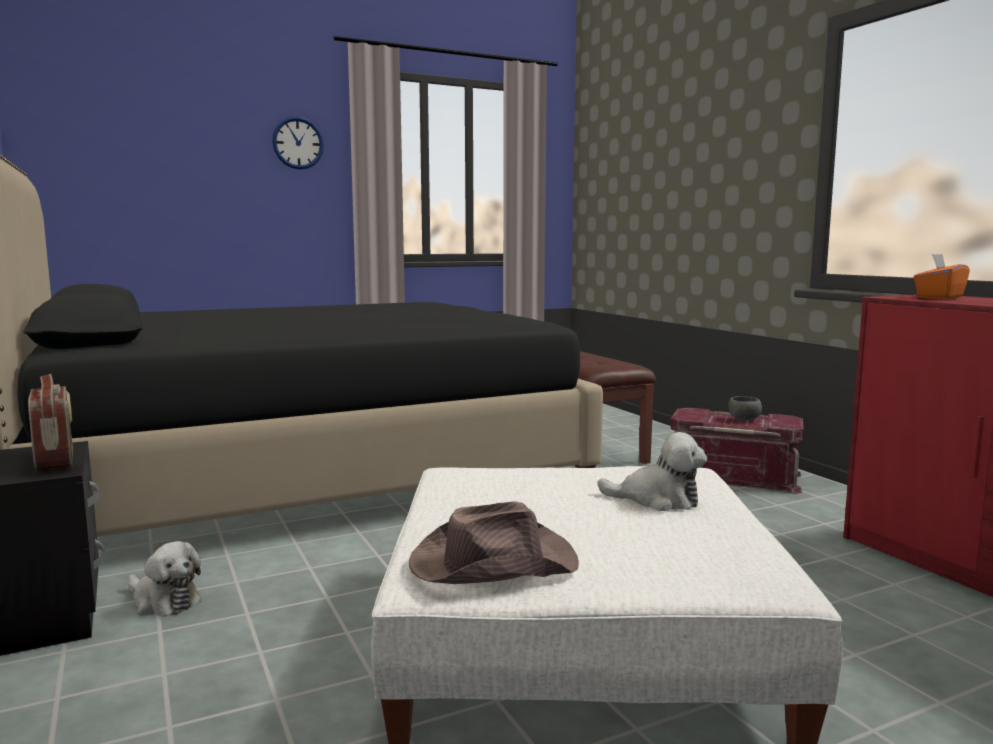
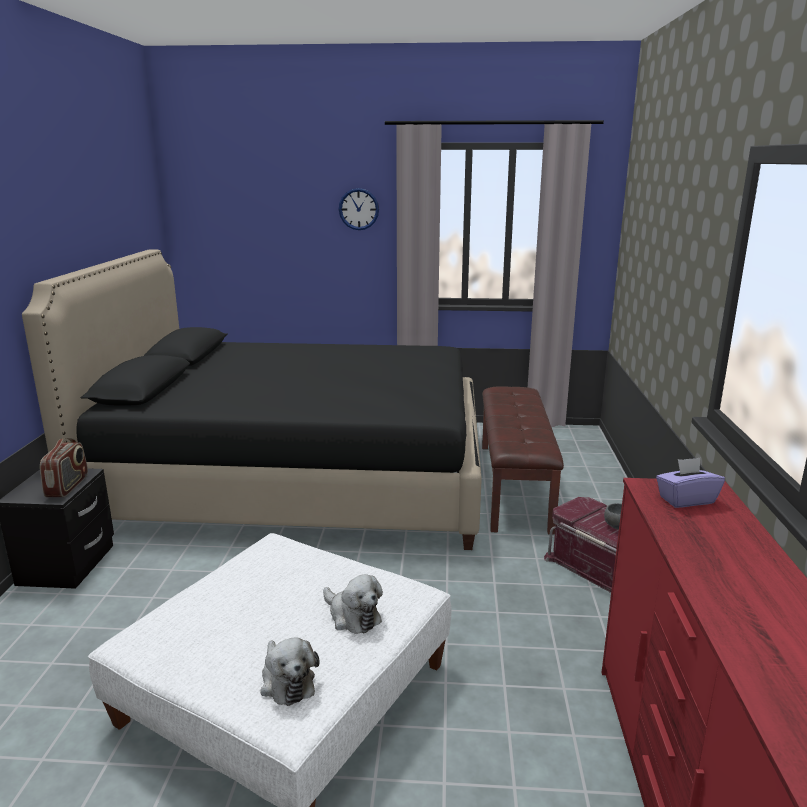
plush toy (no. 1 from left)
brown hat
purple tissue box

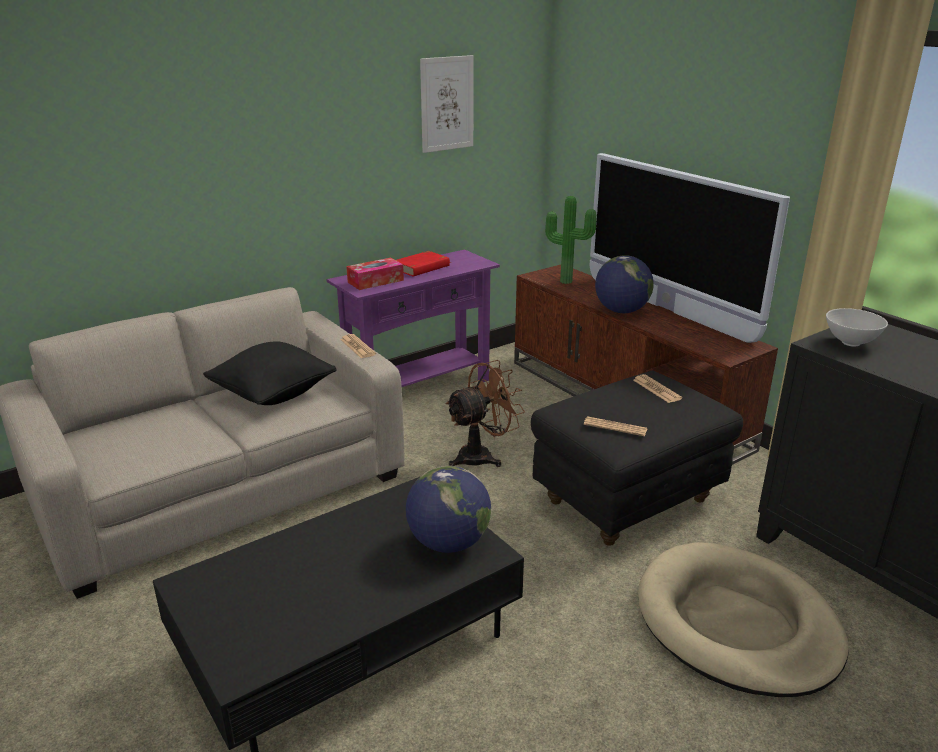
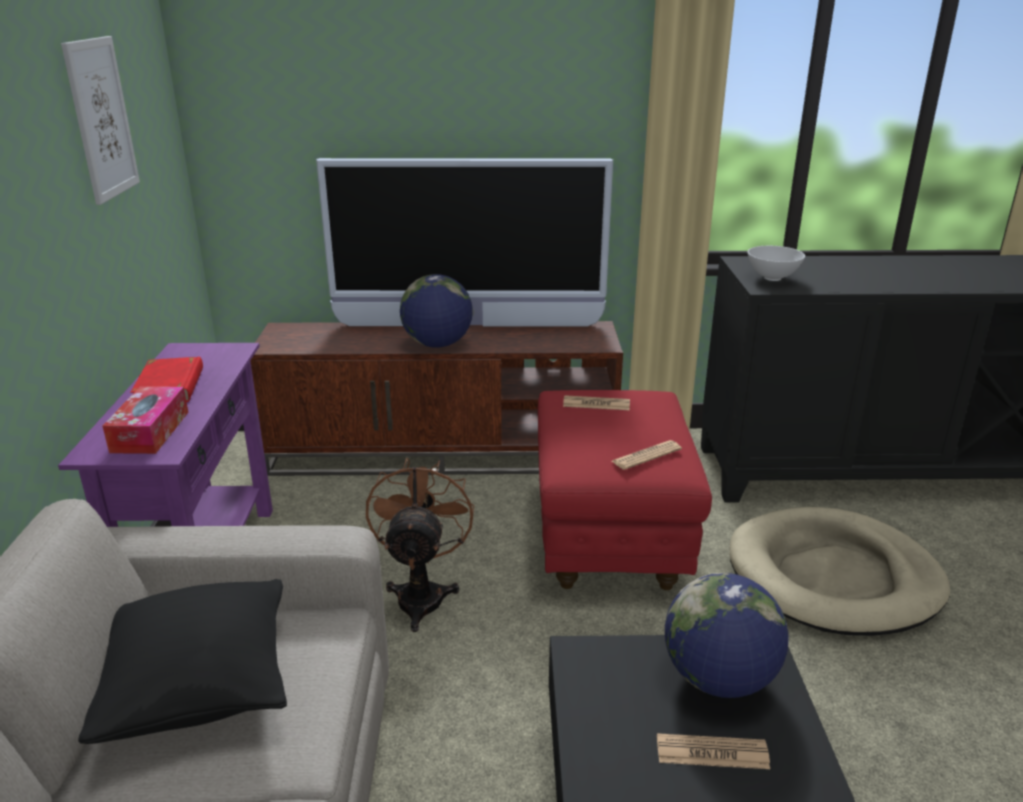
newspaper (no. 3 from left)
red ottoman
potted plant

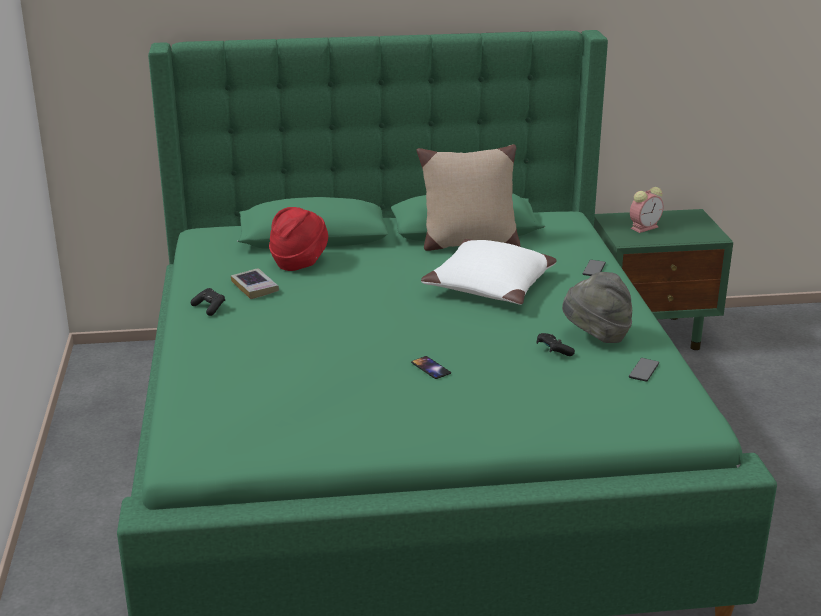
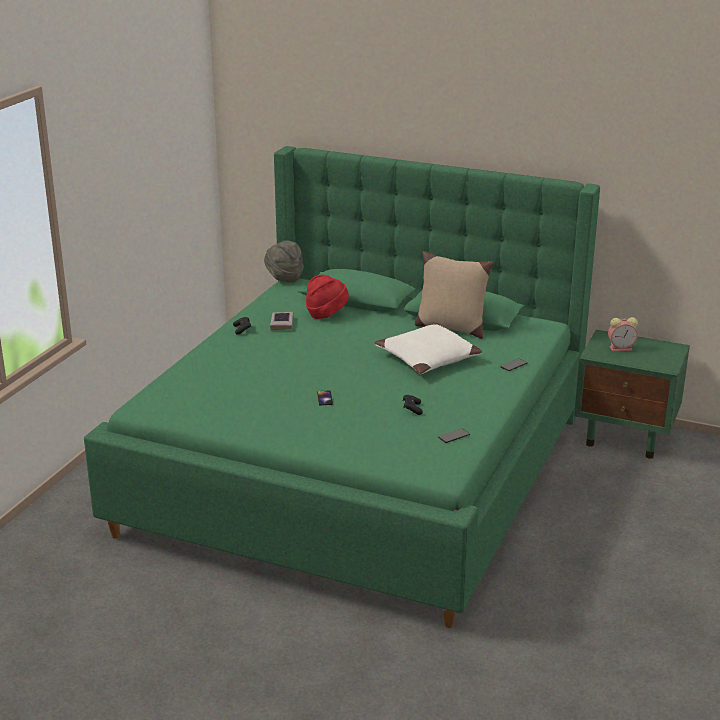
grey hat

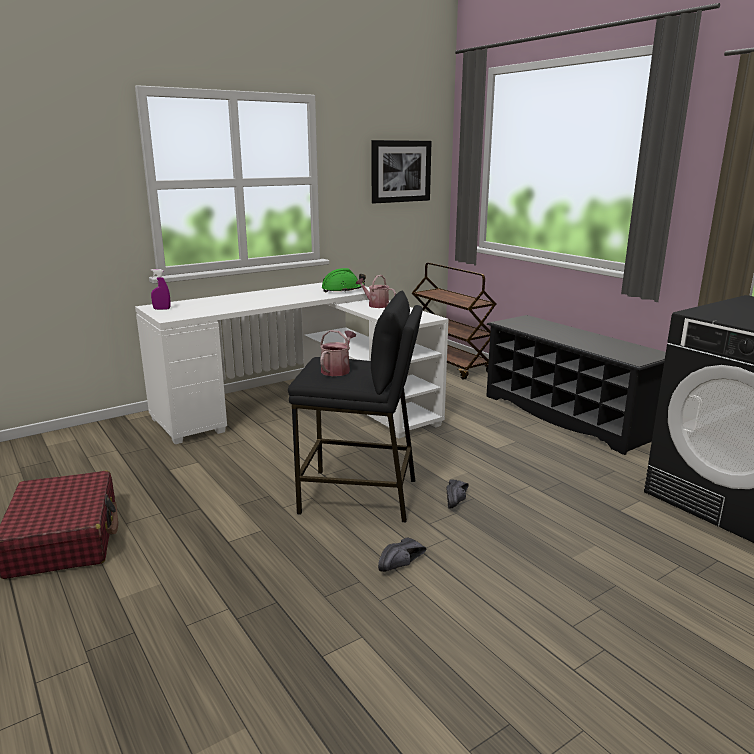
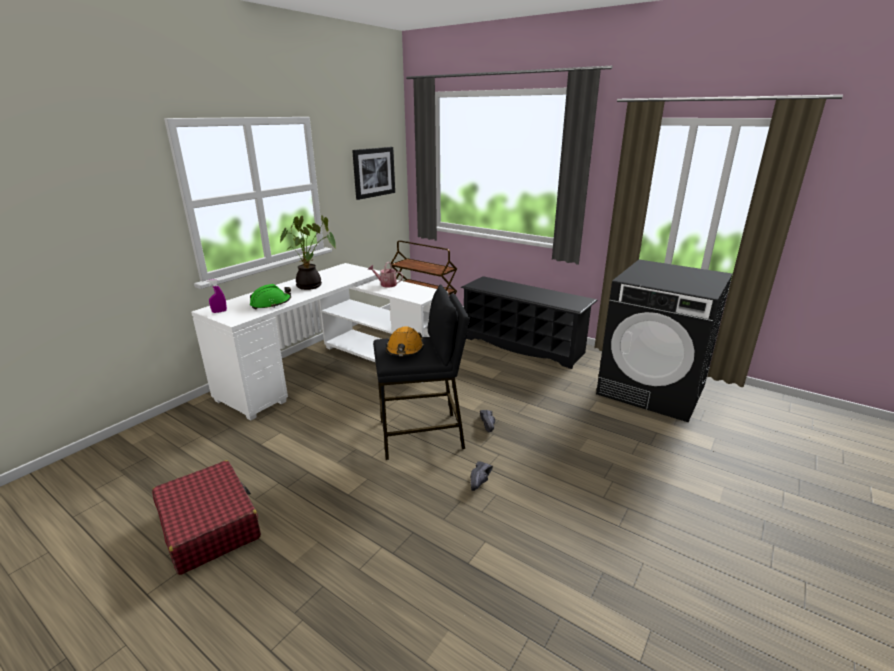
orange hard hat
green hard hat
potted plant

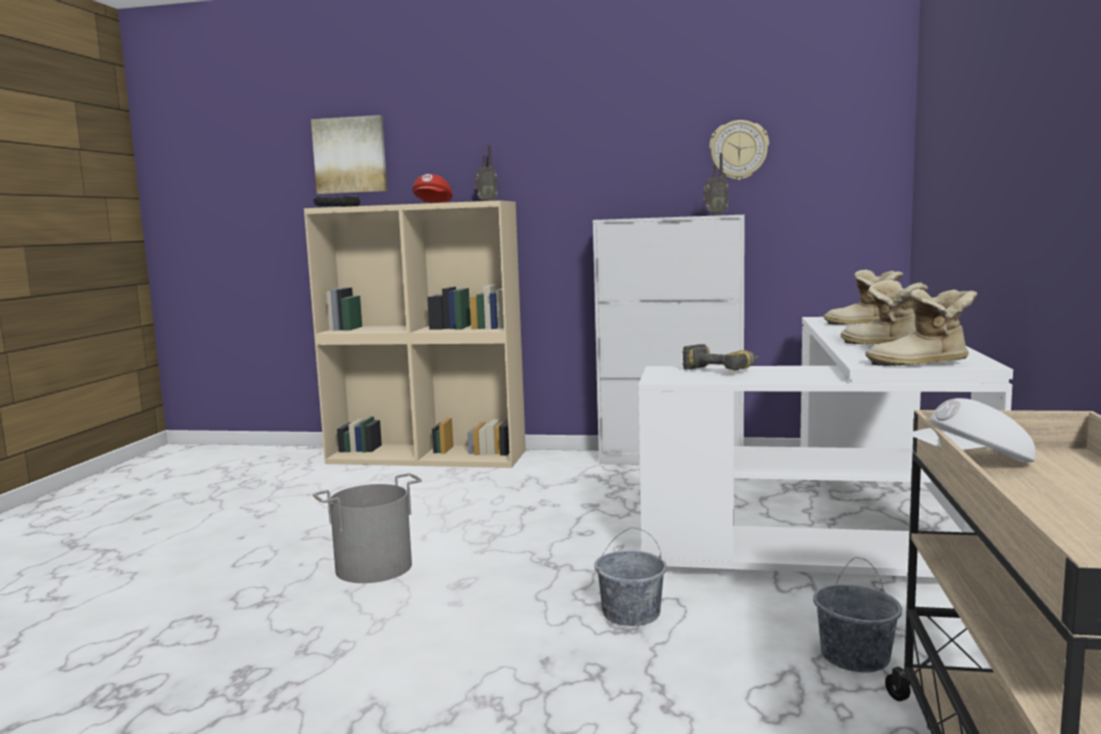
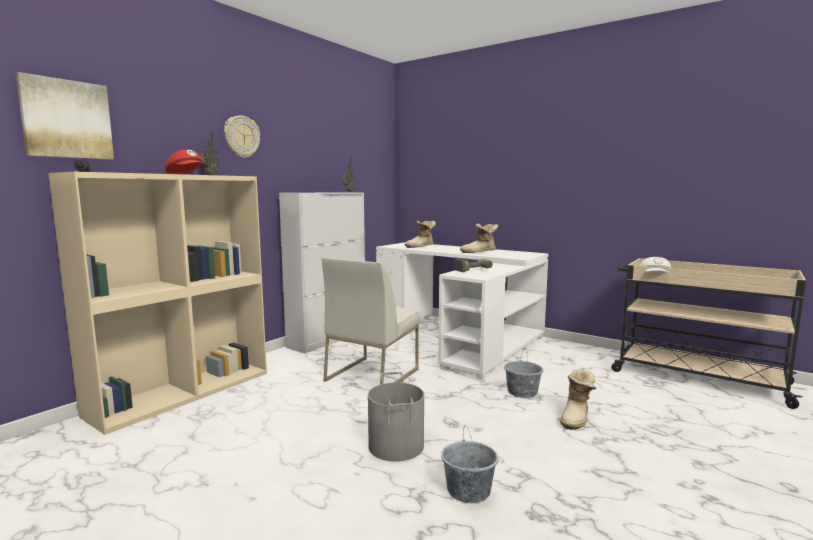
wall clock
grey bucket (no. 2 from left)
boot (no. 3 from left)
white chair

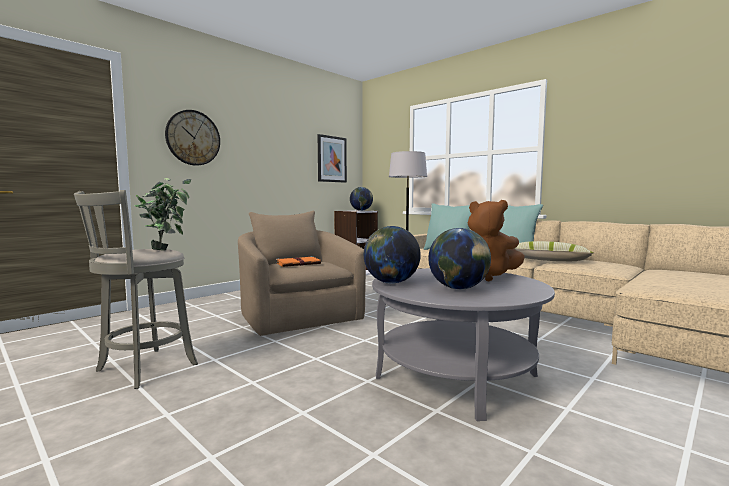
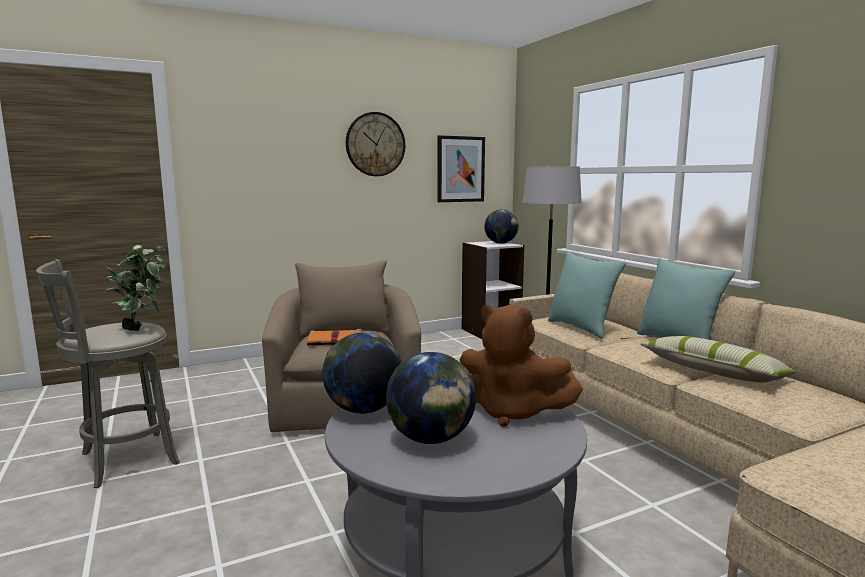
wall clock

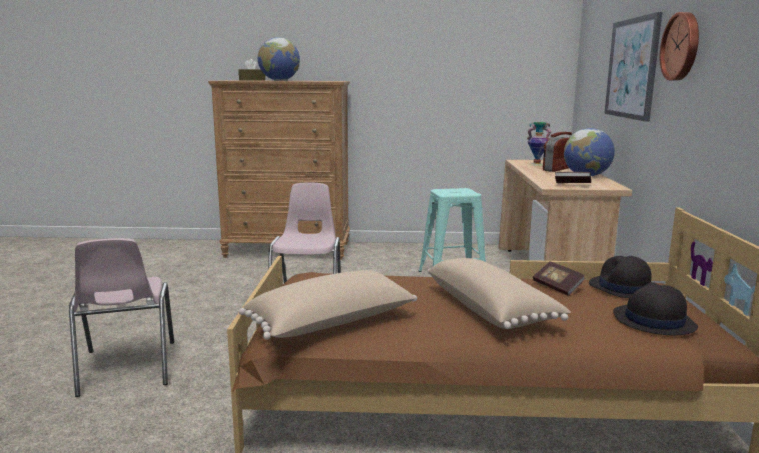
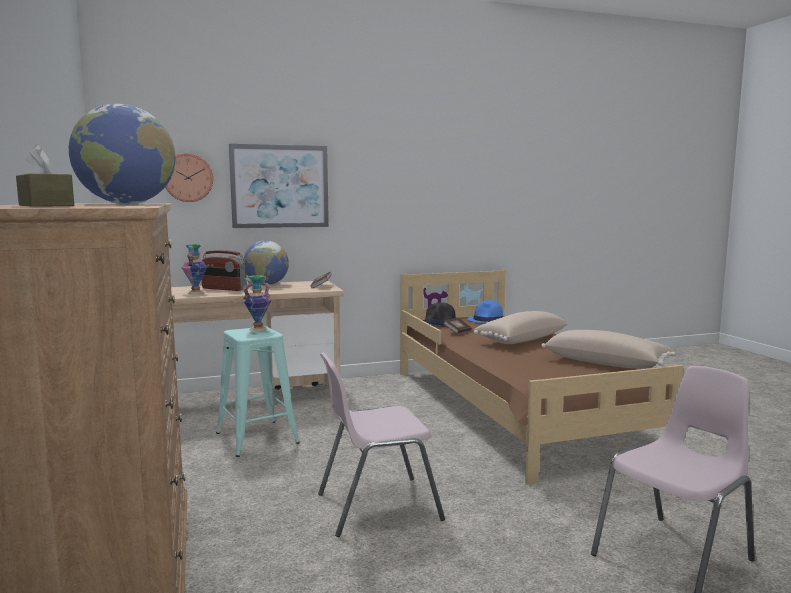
blue hat
wall clock
vase (no. 2 from left)

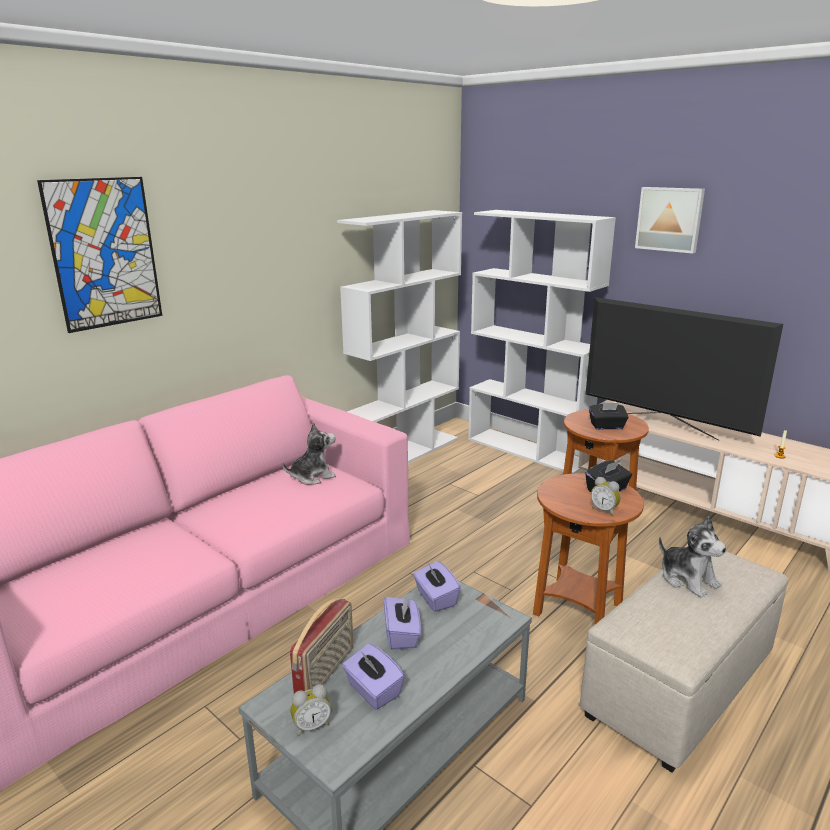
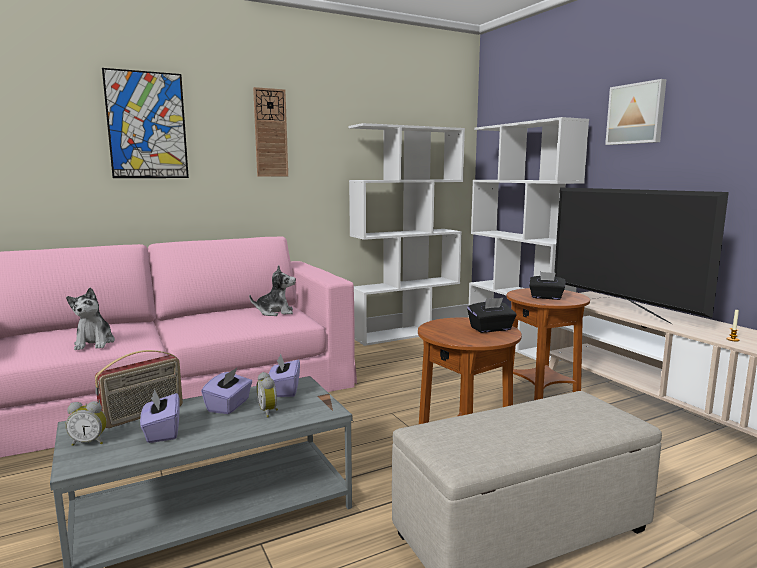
alarm clock (no. 2 from left)
plush toy (no. 1 from left)
wall clock

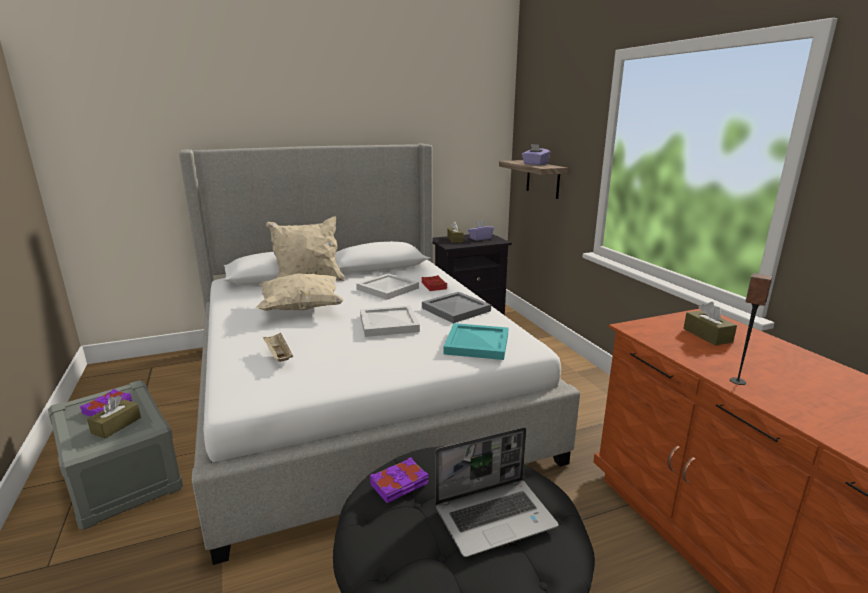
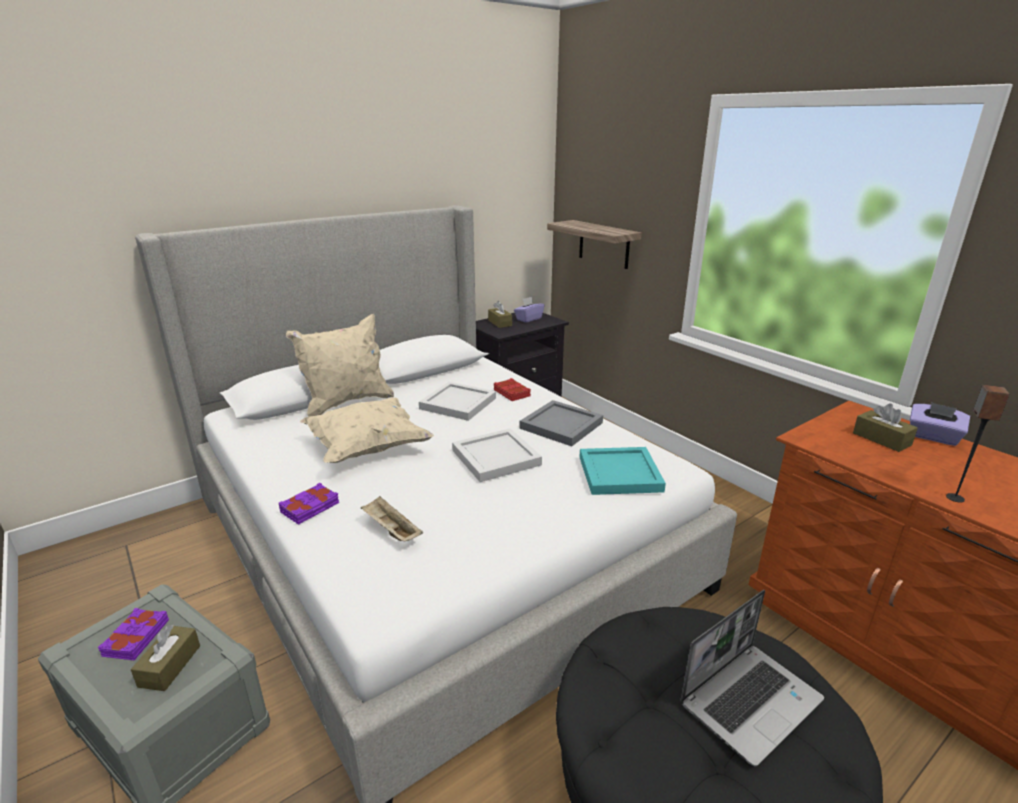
purple book (no. 2 from left)
purple tissue box (no. 2 from left)

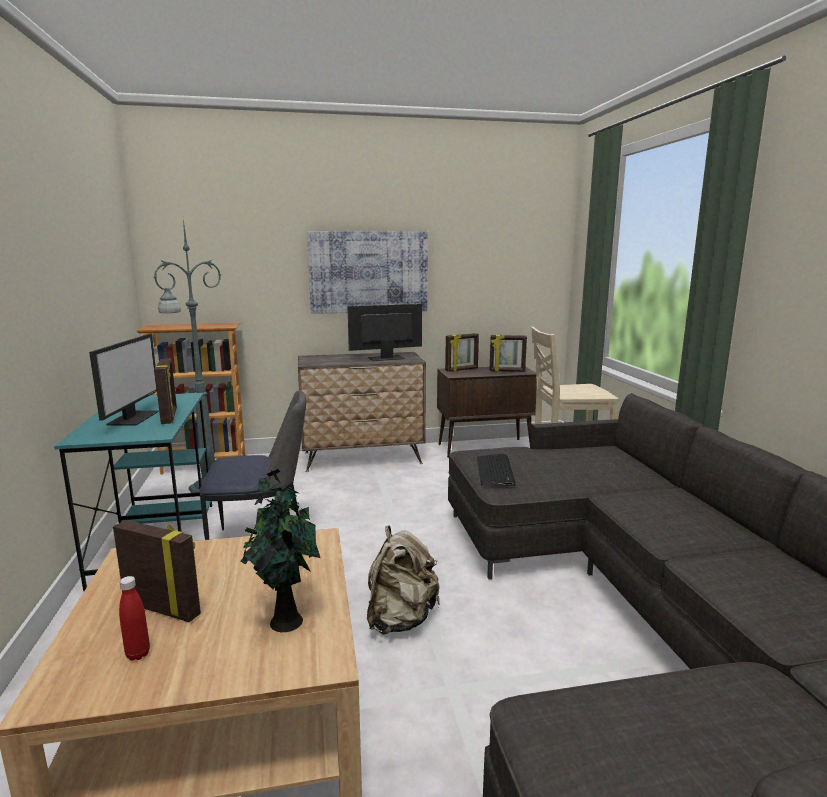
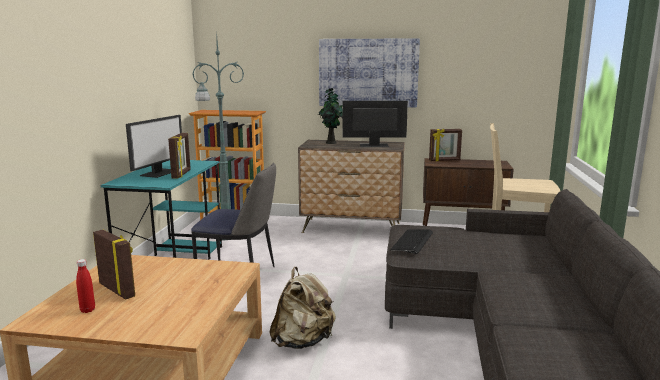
potted plant
picture frame (no. 4 from left in the first image)

